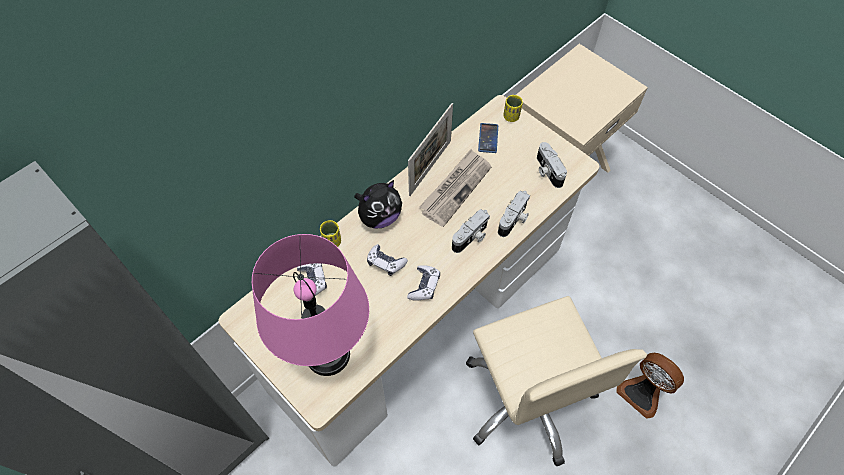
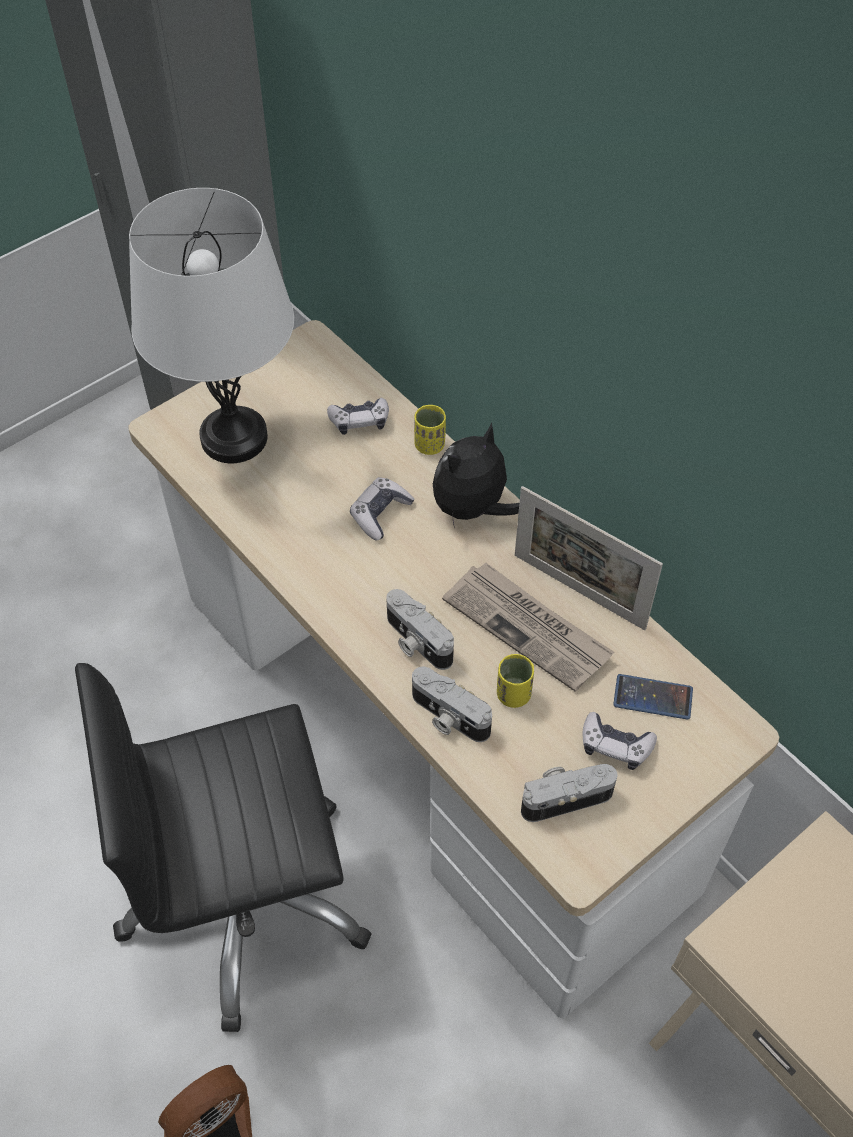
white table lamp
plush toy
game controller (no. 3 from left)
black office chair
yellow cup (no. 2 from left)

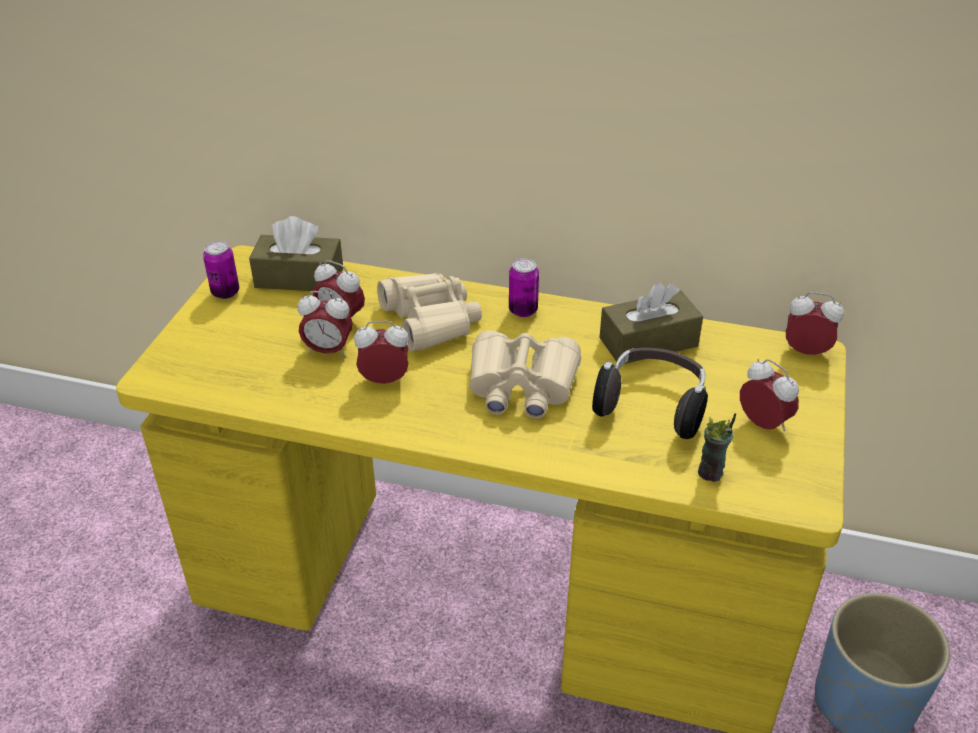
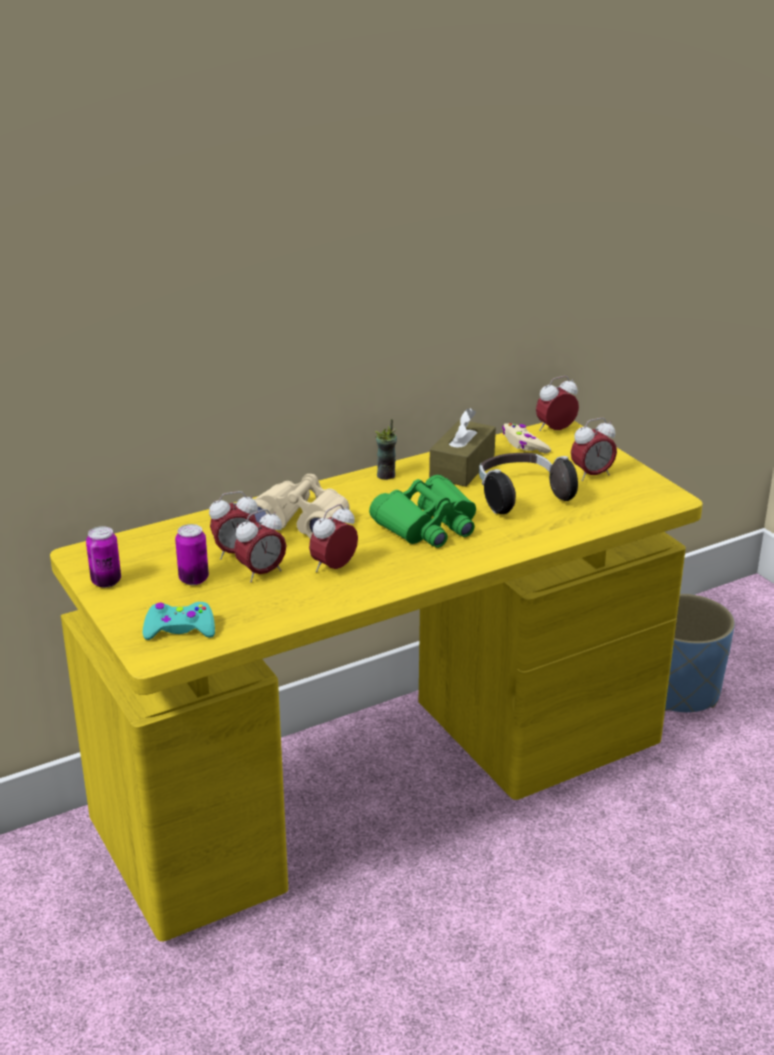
brown tissue box (no. 1 from left in the first image)
green binoculars
can (no. 2 from left)
cup
alarm clock (no. 5 from left)
turquoise game controller
beige game controller

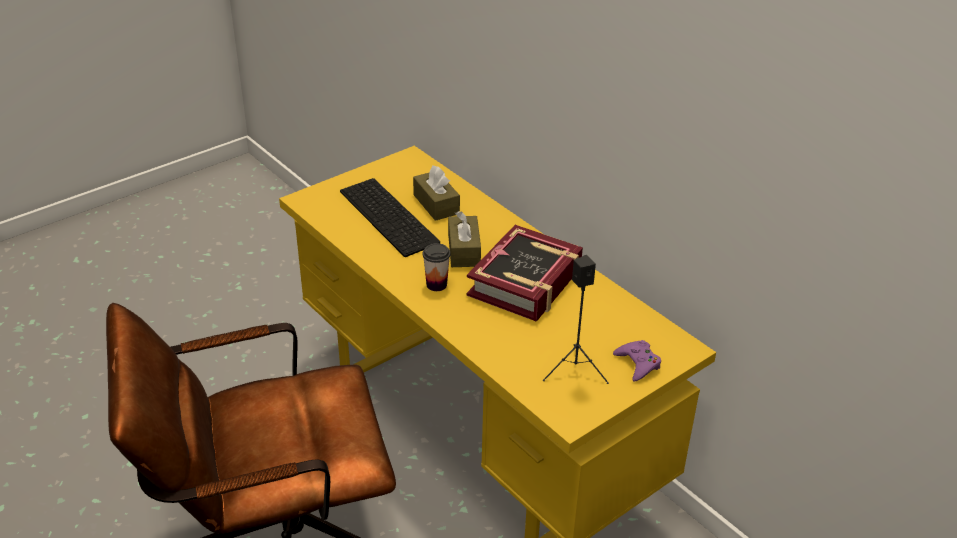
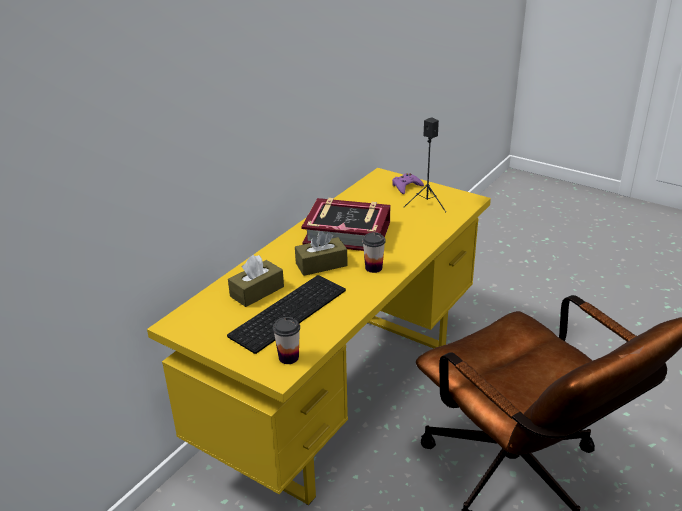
cup (no. 1 from left)

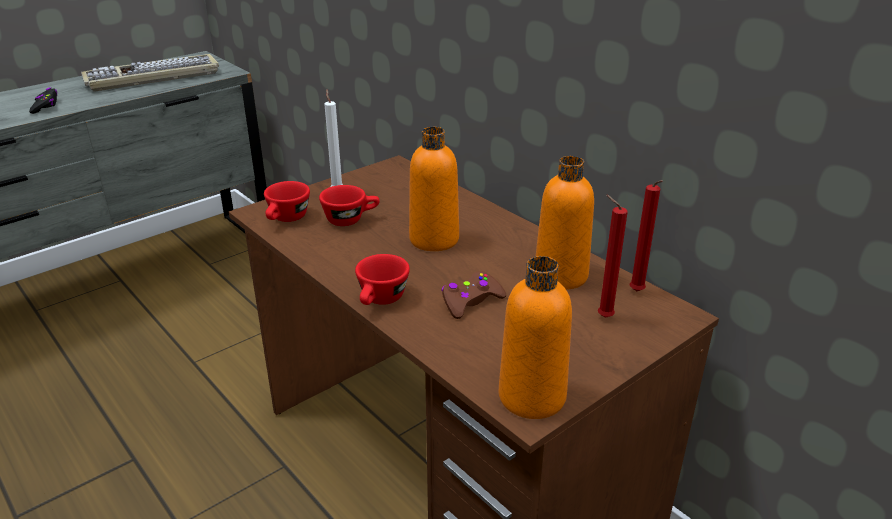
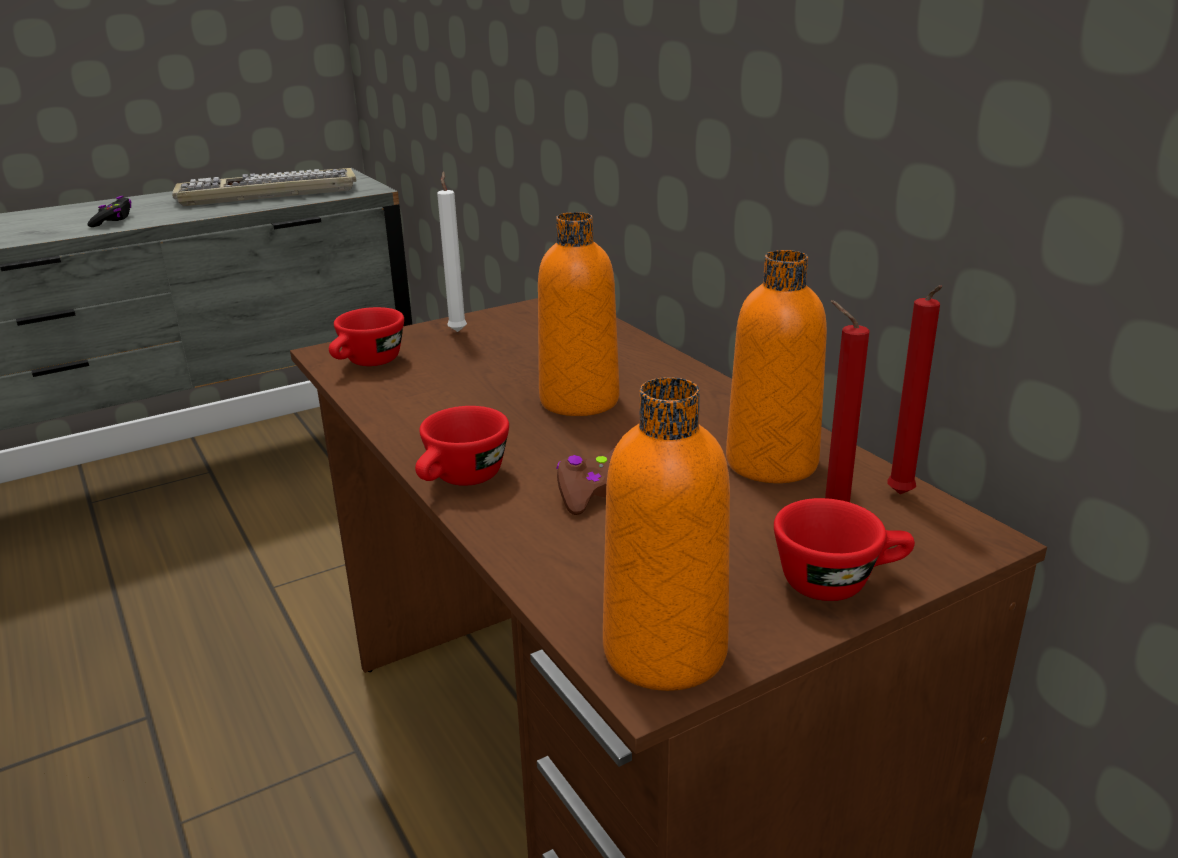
red cup (no. 3 from left)

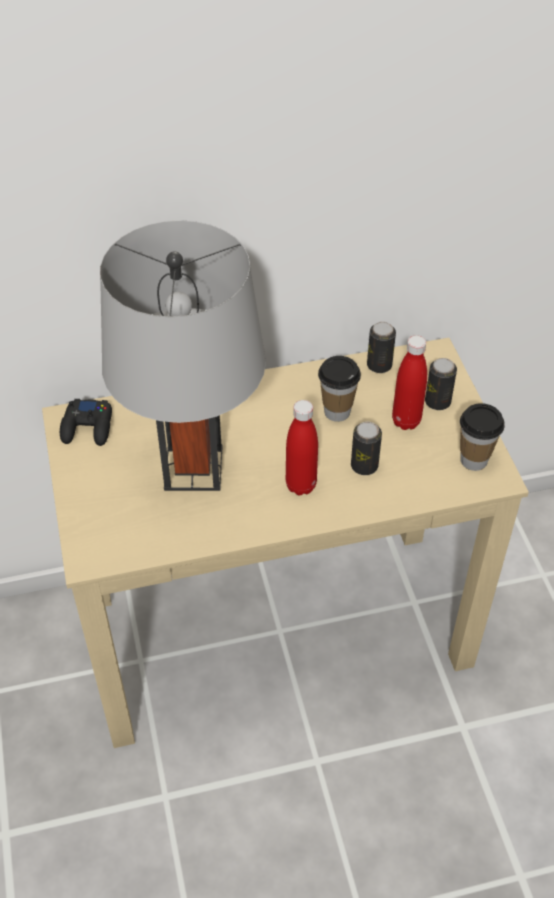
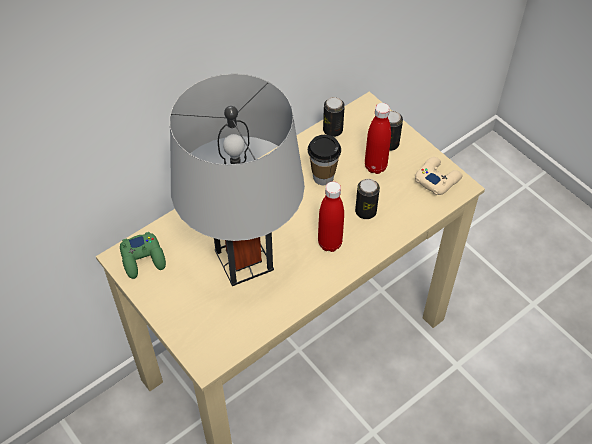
green game controller
beige game controller

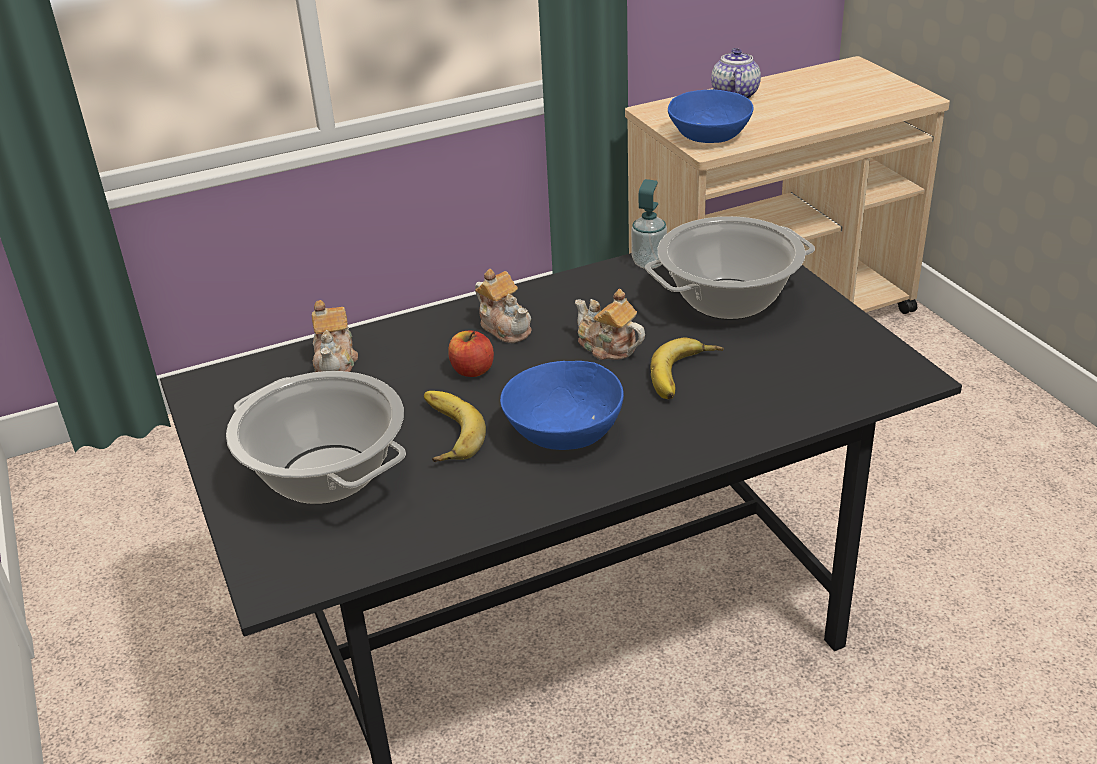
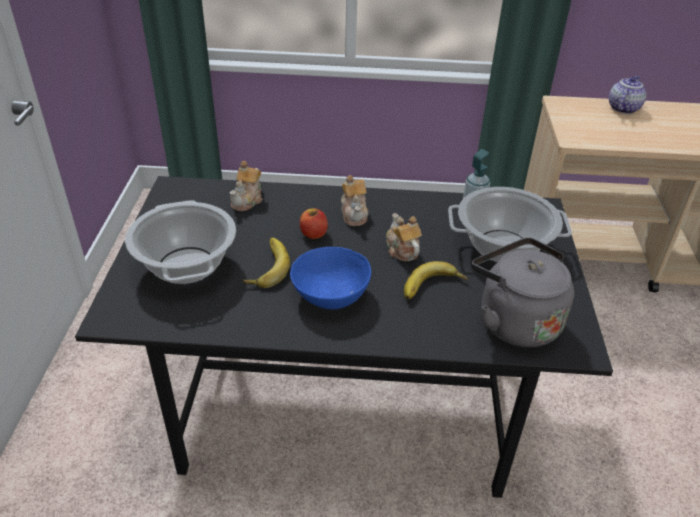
blue bowl (no. 2 from left in the first image)
grey kettle

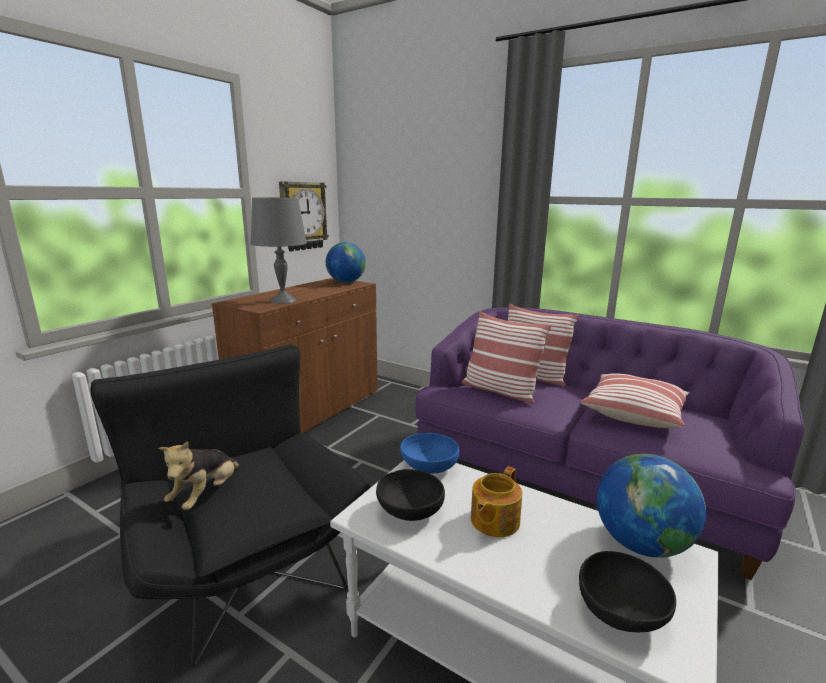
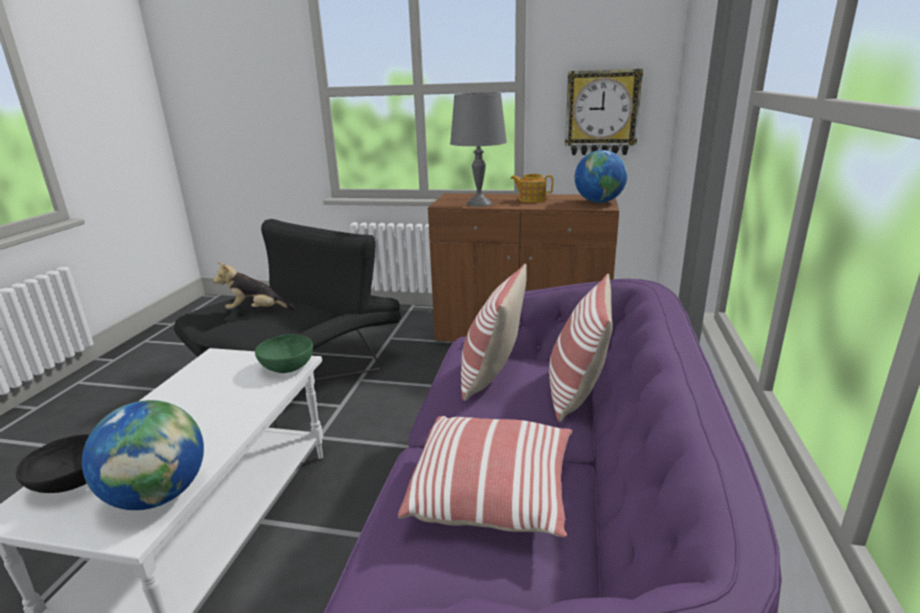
black bowl (no. 1 from left in the first image)
green bowl
teapot

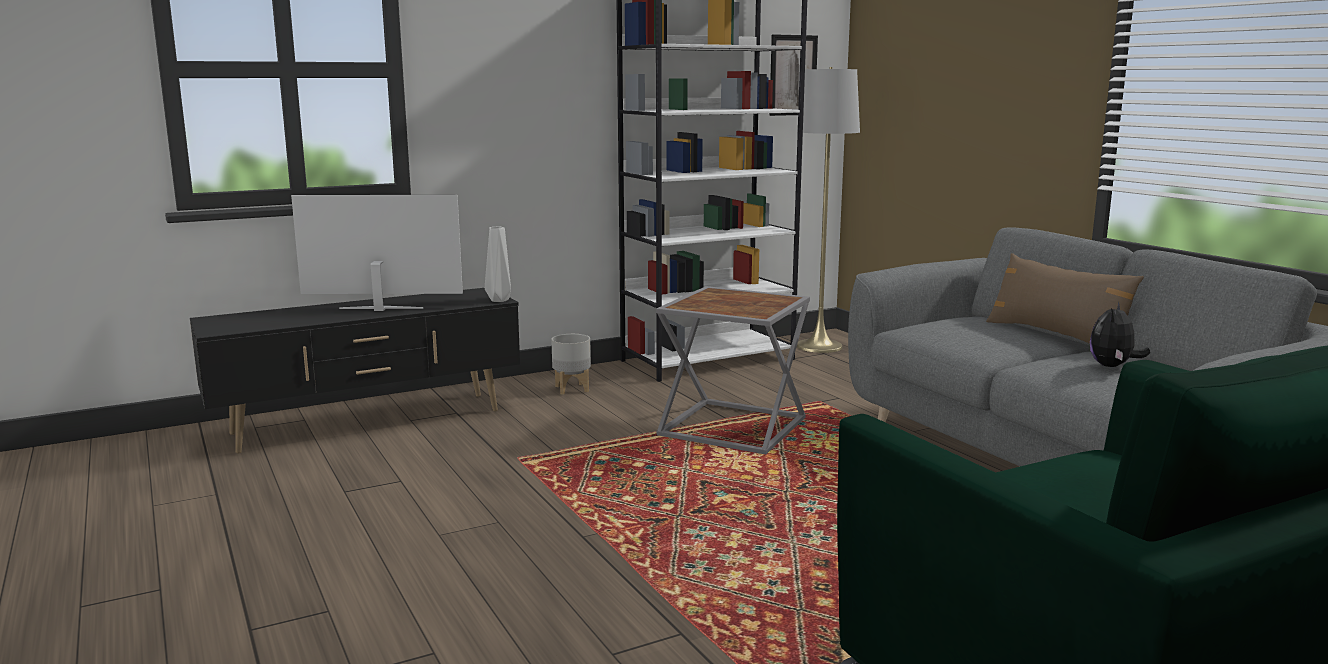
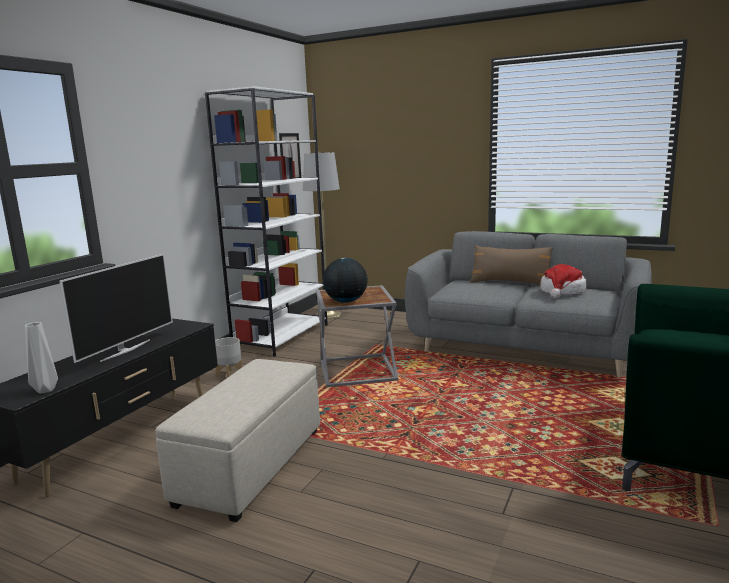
television
grey vase
hat
beige ottoman
globe

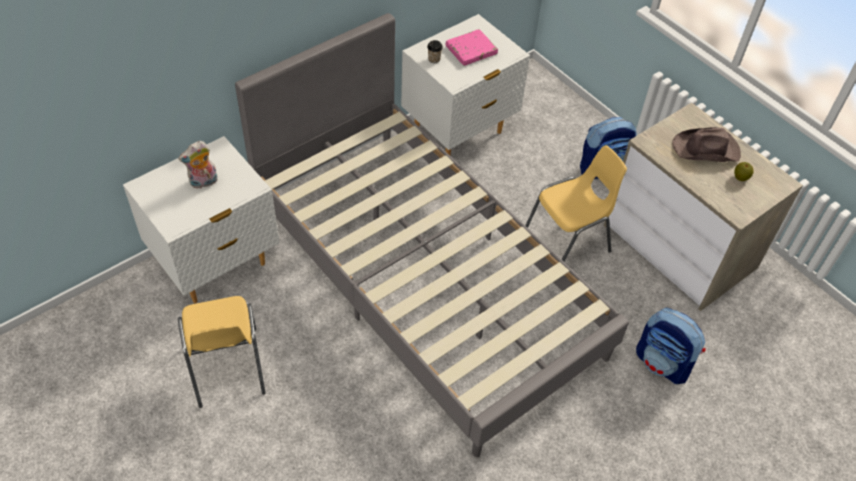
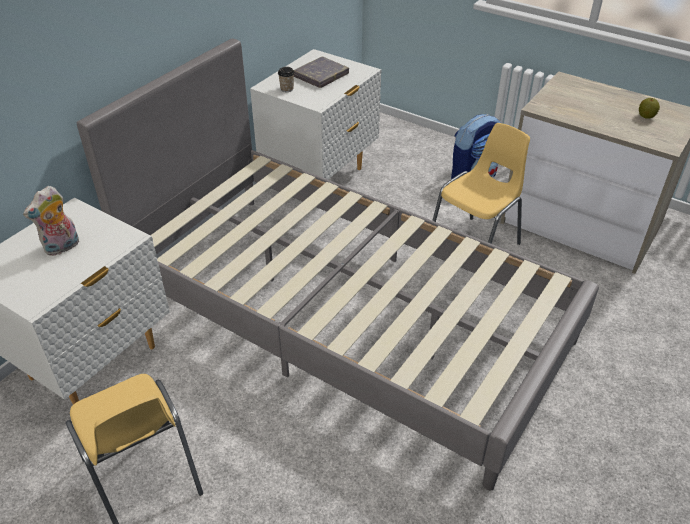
grey book
backpack (no. 2 from left in the first image)
brown hat

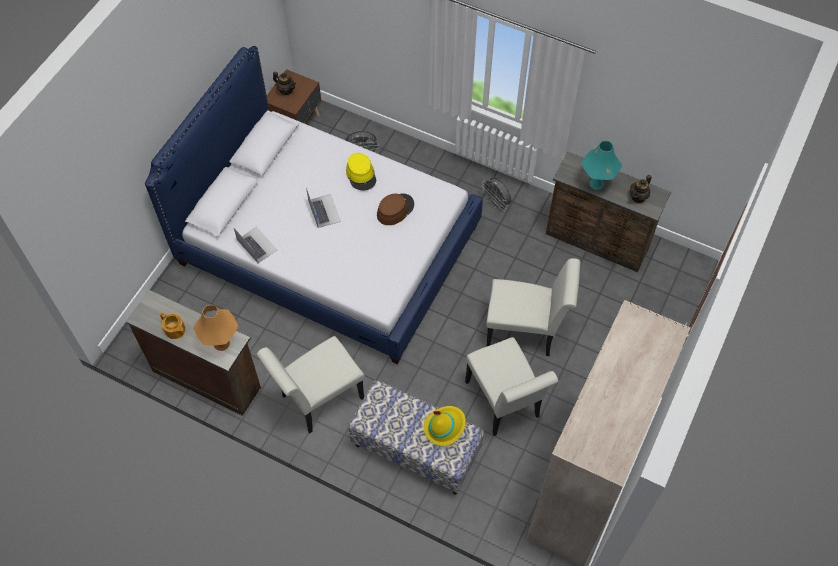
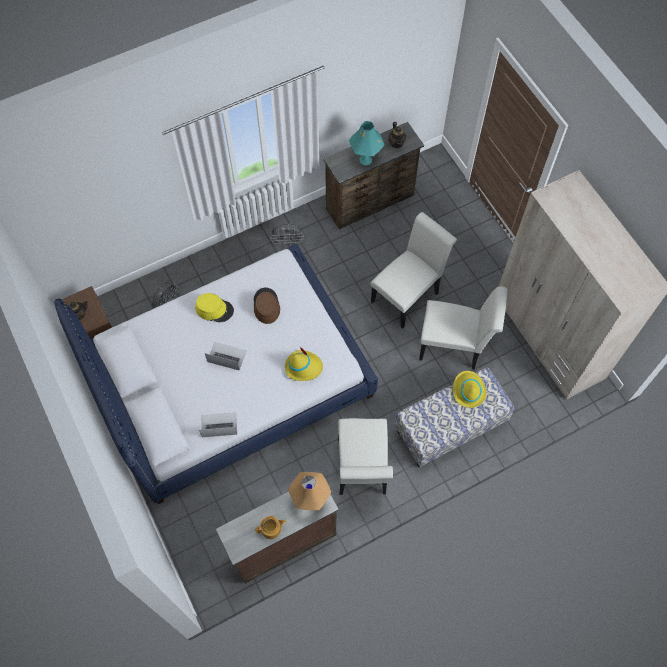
yellow hat (no. 2 from left)

